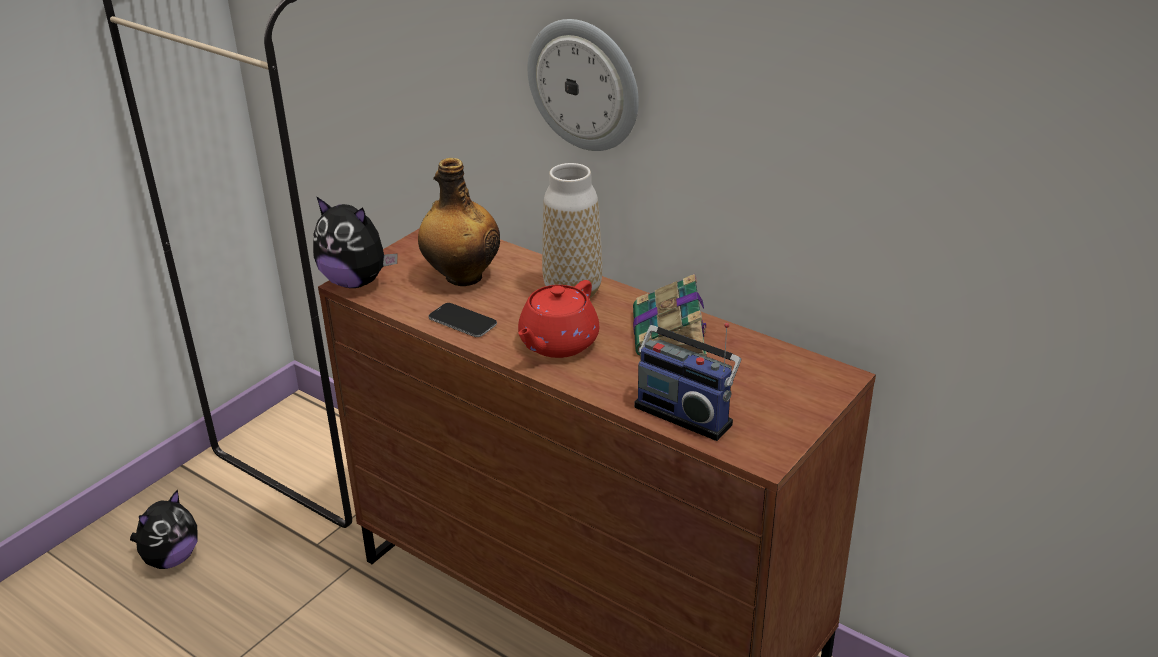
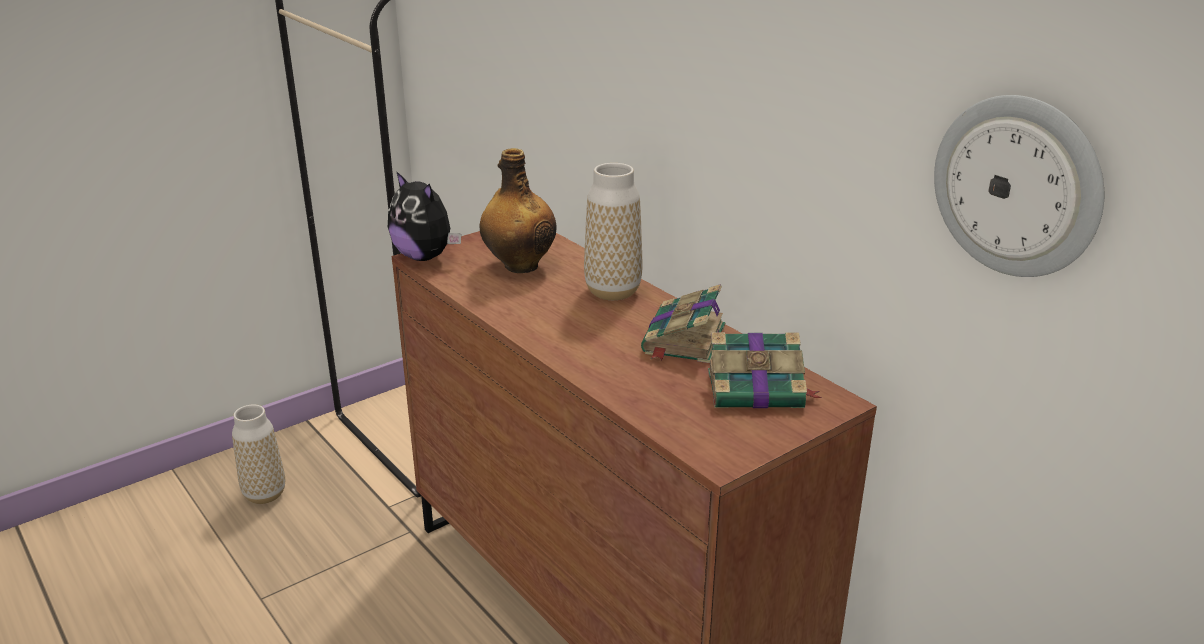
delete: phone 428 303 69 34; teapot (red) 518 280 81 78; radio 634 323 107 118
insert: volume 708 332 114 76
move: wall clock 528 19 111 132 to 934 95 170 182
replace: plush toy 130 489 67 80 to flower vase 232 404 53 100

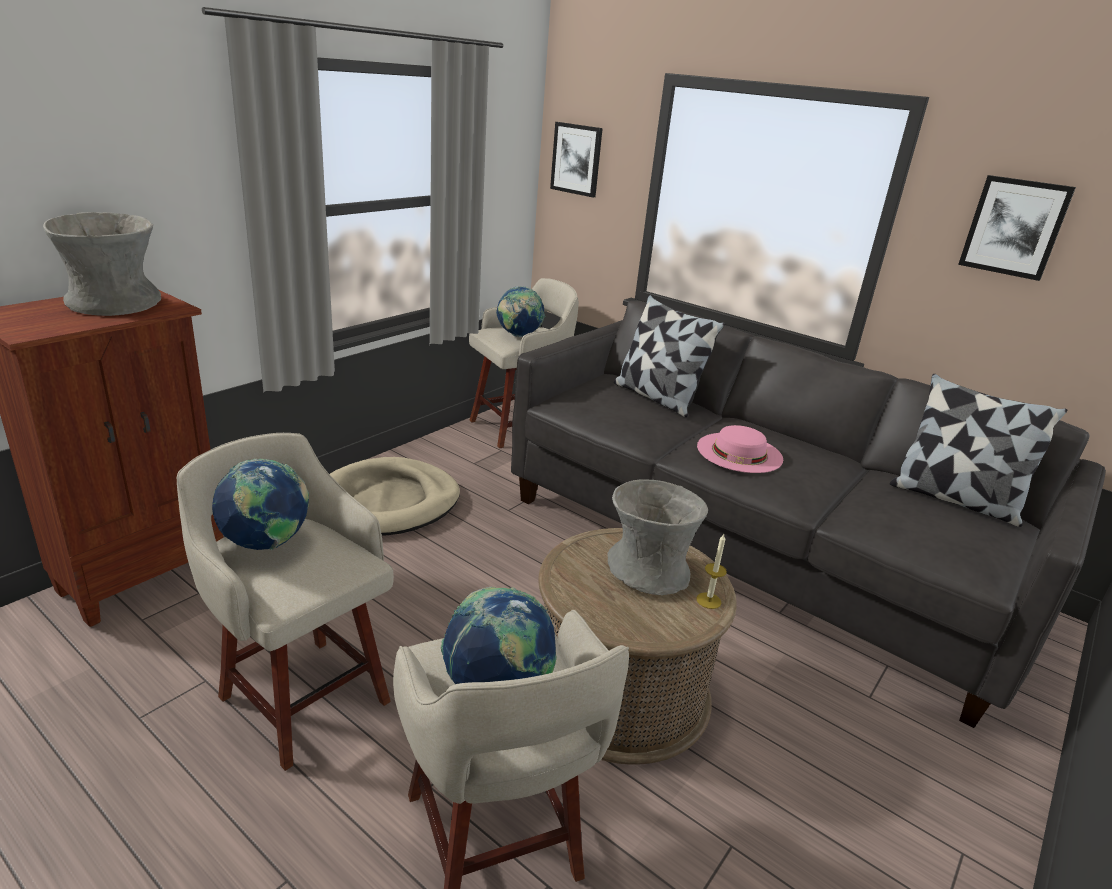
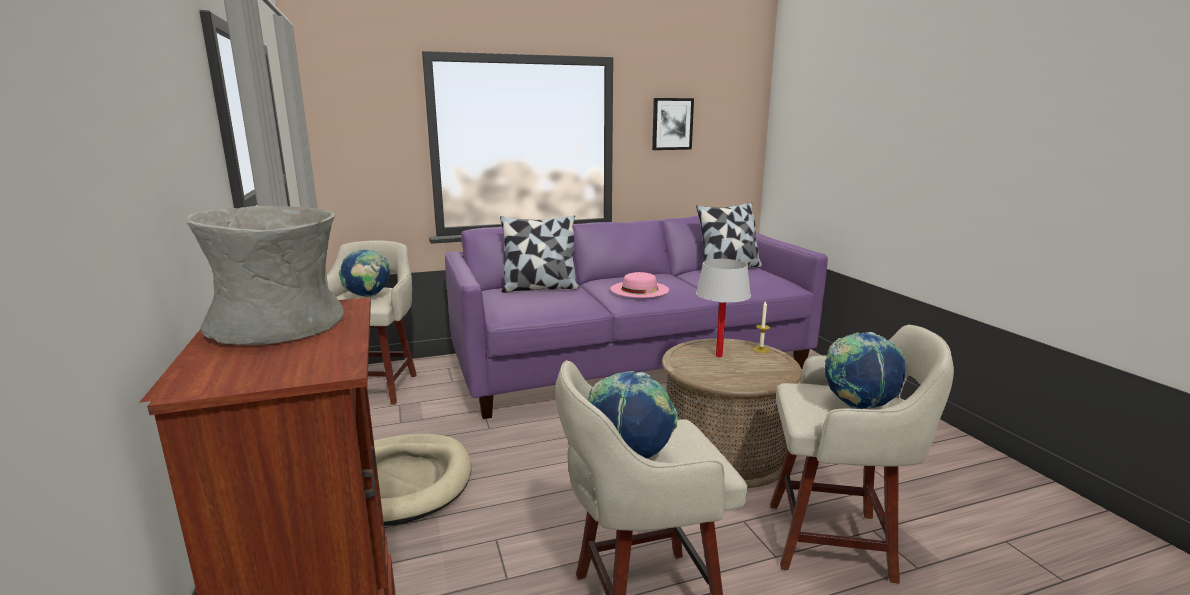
delete: picture 550 122 53 75
replace: flower vase (greyish) 607 479 101 116 to lamp for a table (white-coloured) 696 259 55 98
recolor: sofa (greyish) 511 301 595 427 to sofa (purple) 445 215 383 204

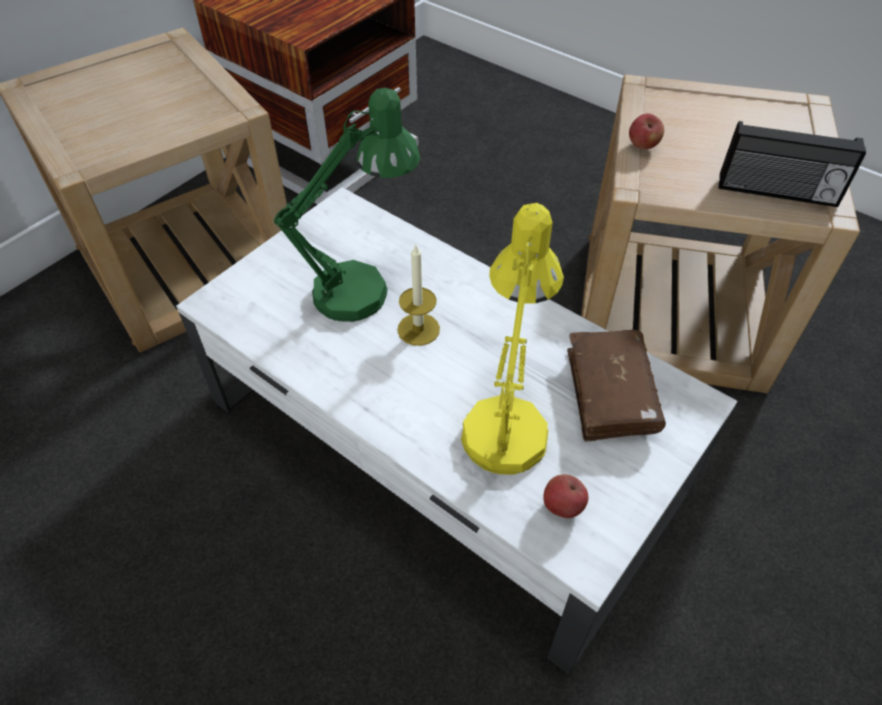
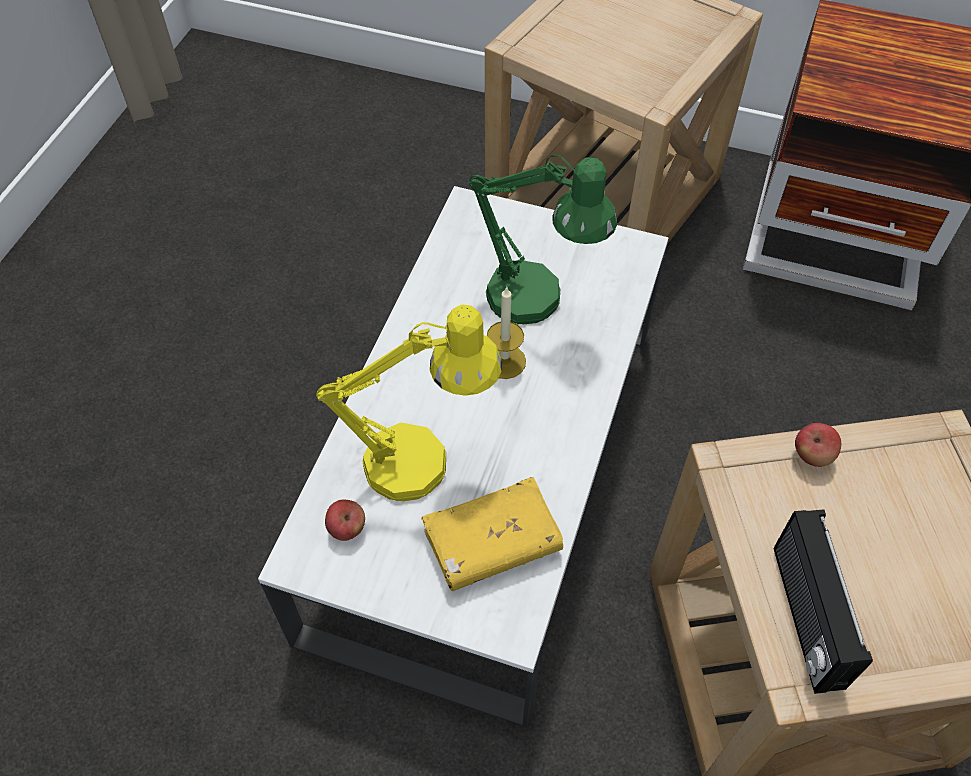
recolor: volume (brown-coloured) 567 330 99 111 to volume (yellowish) 421 477 142 114

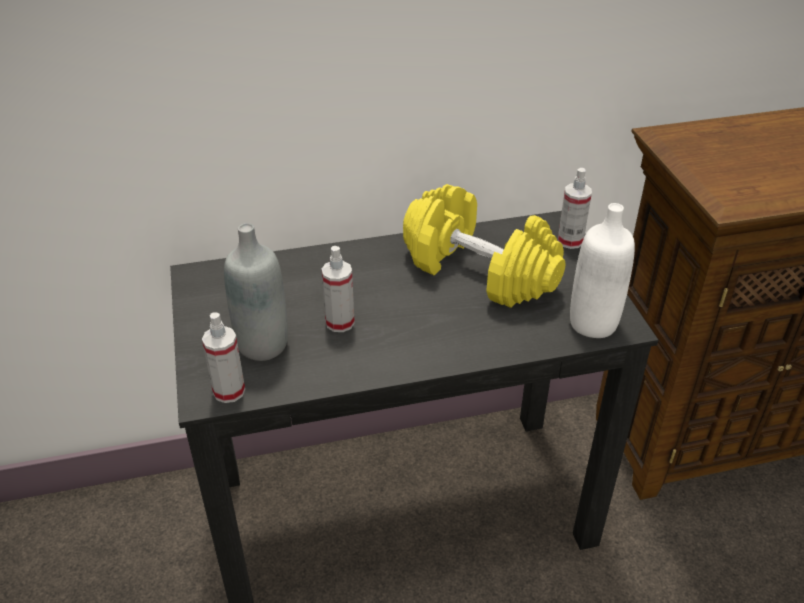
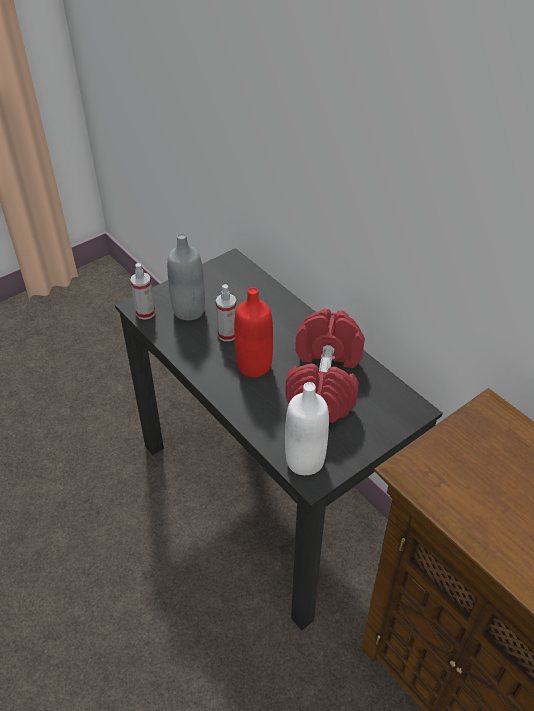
delete: hand sprayer 558 168 34 81
insert: beverage bottle (red) 234 287 39 90
recolor: dumbbell (yellowish) 403 184 163 124 to dumbbell (red) 285 309 80 114

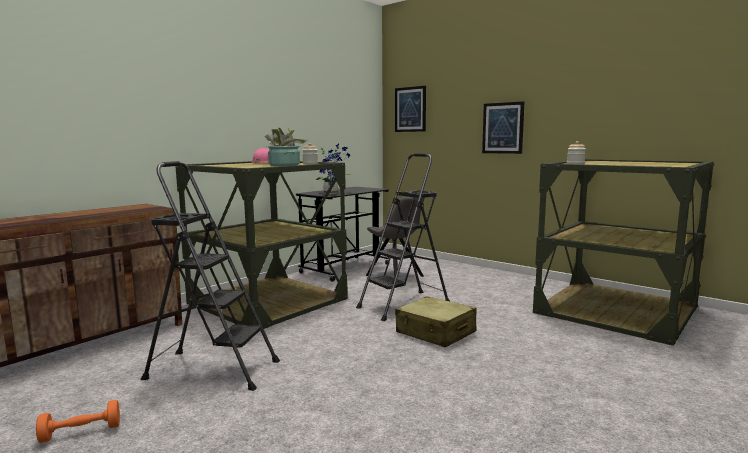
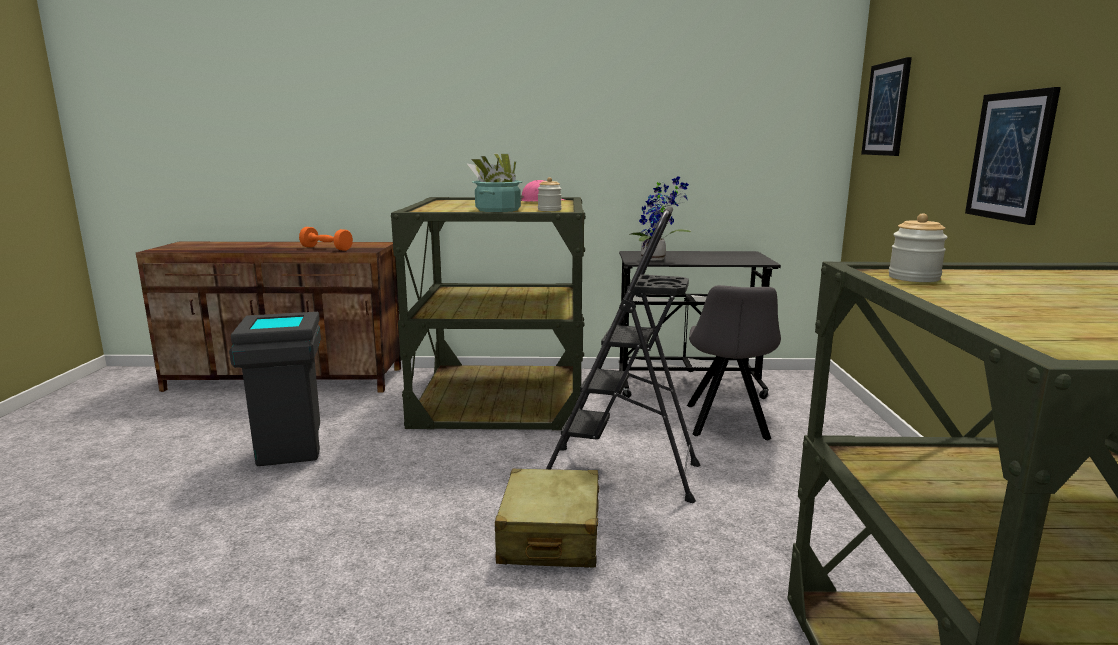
move: dumbbell (orange-coloured) 36 400 84 43 to 299 227 54 24
replace: step stool 140 161 140 230 to trash can (greyish) 229 312 92 154

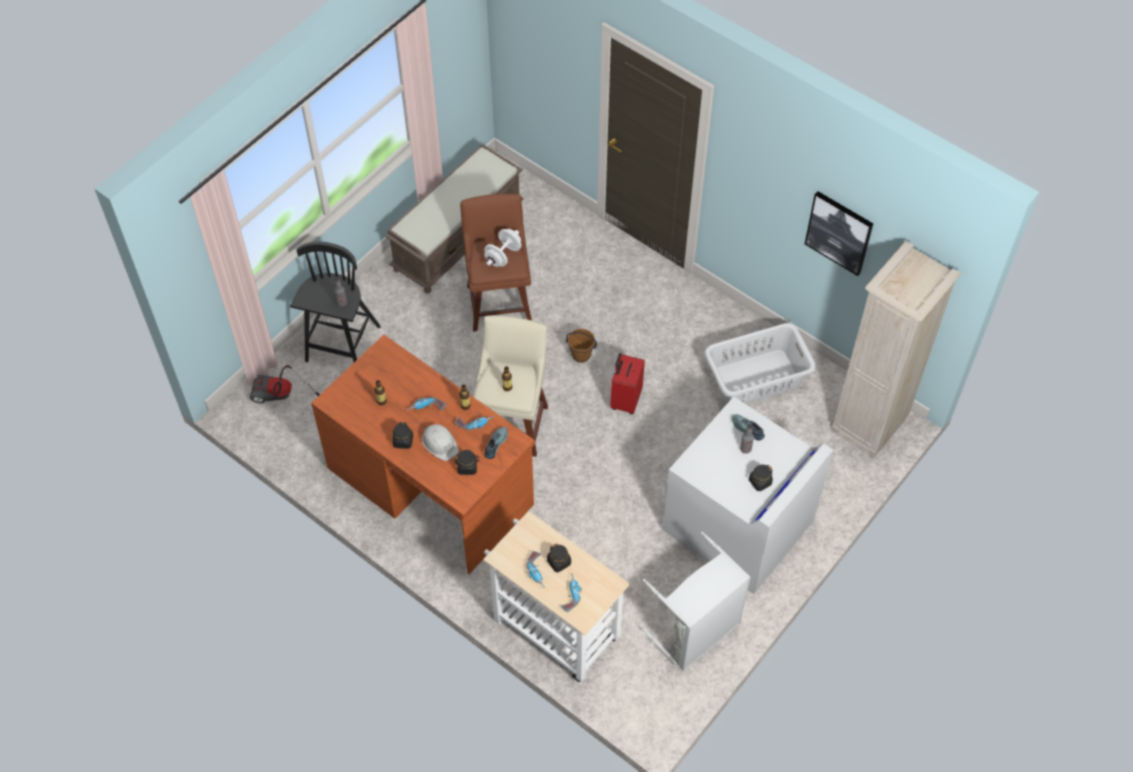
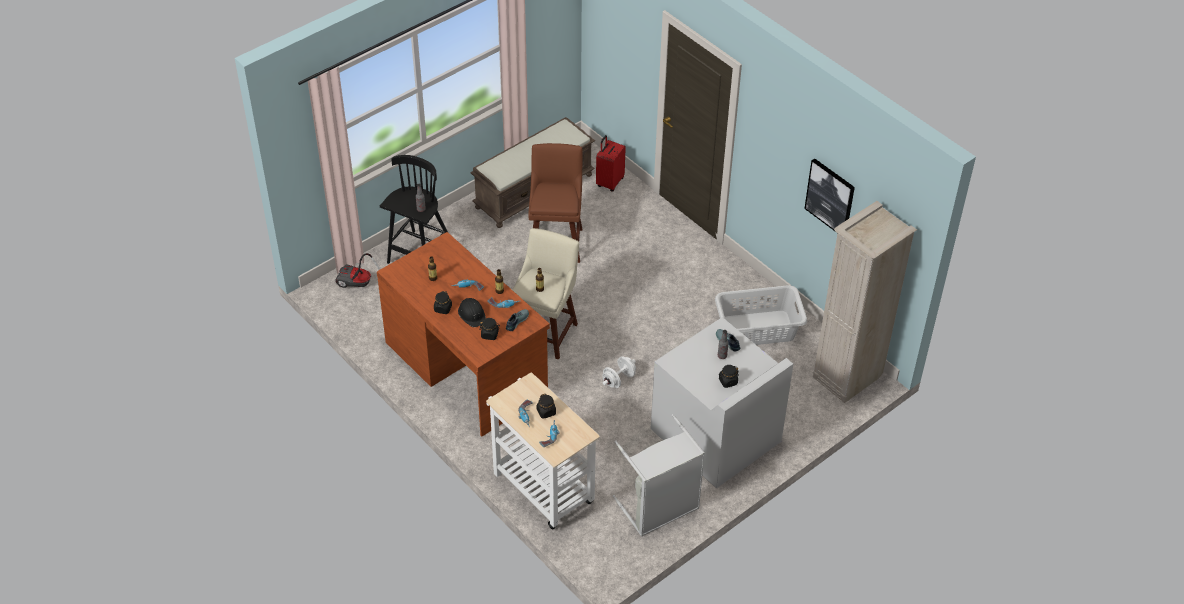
delete: bucket (brown-coloured) 566 329 31 34
move: dumbbell (white-coloured) 484 229 37 38 to 602 356 34 32; piece of luggage (red) 610 353 35 61 to 596 135 30 57
recolor: hard hat (white-coloured) 422 424 37 37 to hard hat (blackish) 458 298 28 29

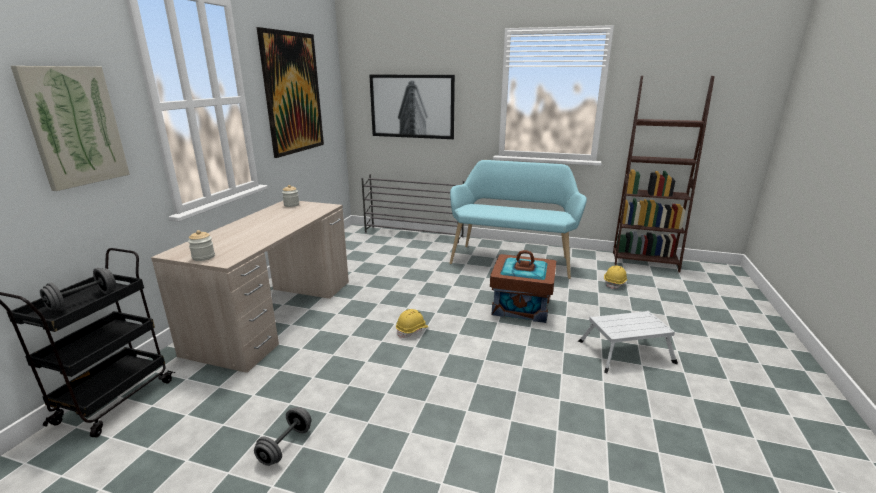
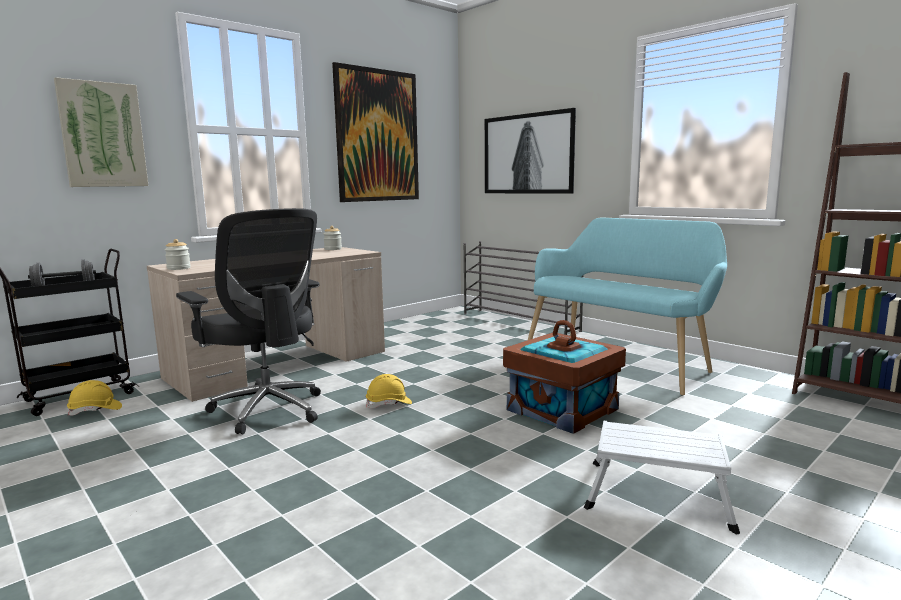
delete: dumbbell (greyish) 254 407 57 59
insert: office chair 176 208 145 226
move: hard hat (yellowish) 604 266 24 23 to 67 380 55 36

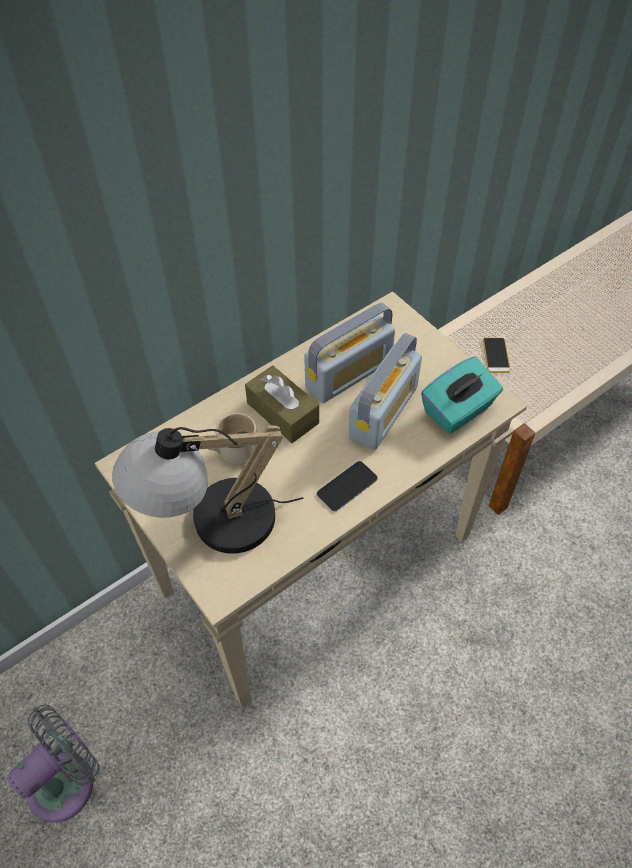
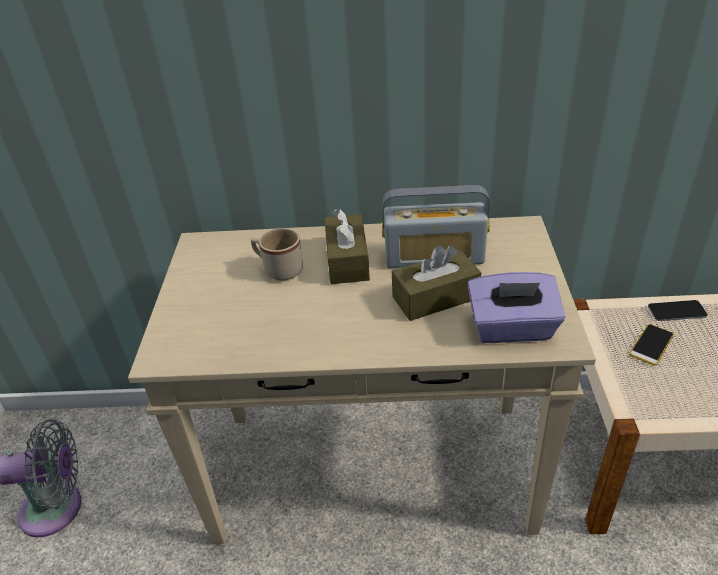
delete: lamp for a table 112 425 192 129
move: phone 317 461 61 51 to 648 300 60 21
replace: radio 349 333 73 117 to tissue box (brown-coloured) 392 245 89 76
recolor: tissue box (turquoise) 421 357 82 77 to tissue box (purple) 467 272 98 71

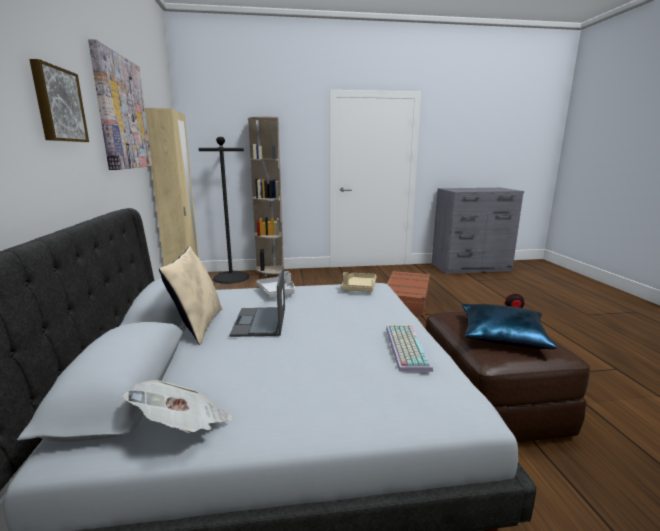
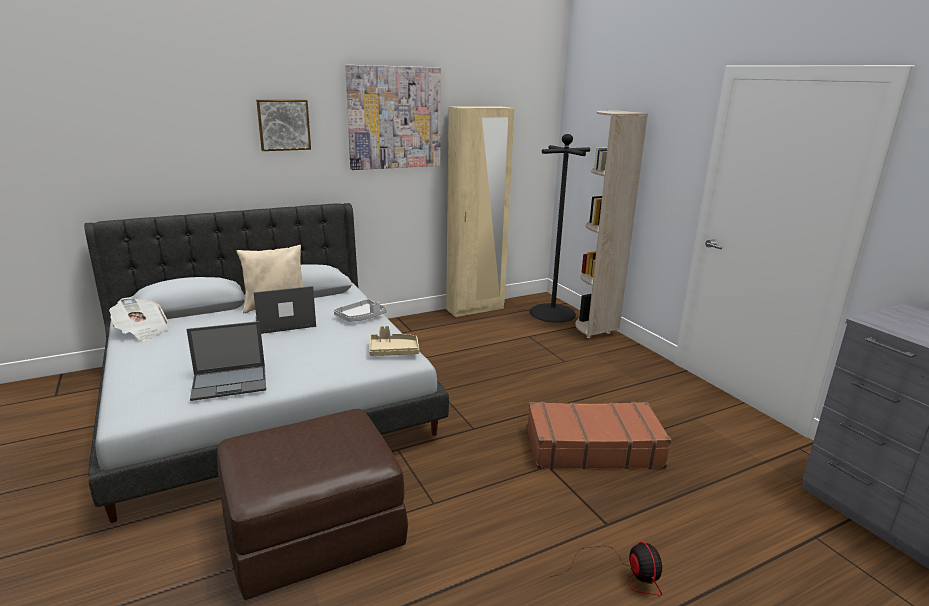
delete: cushion (blue-coloured) 462 304 95 45
replace: PC keyboard 386 325 47 47 to laptop 187 321 79 80

